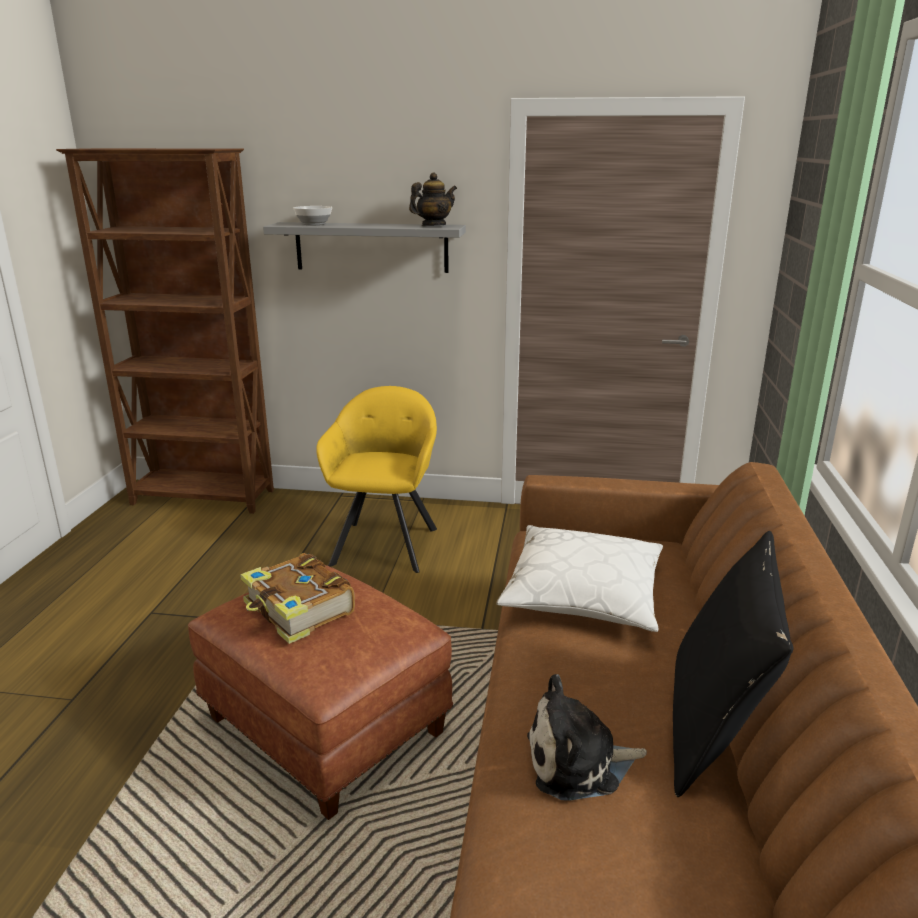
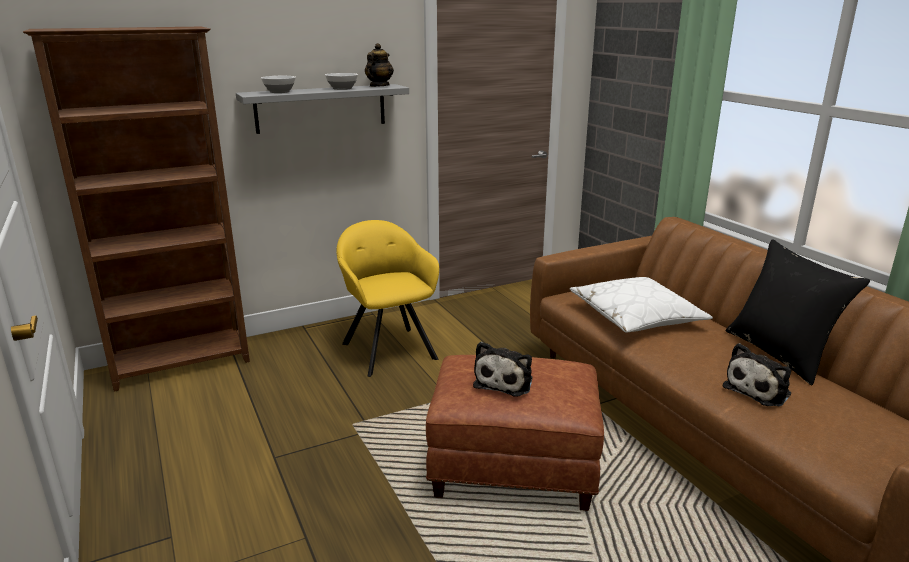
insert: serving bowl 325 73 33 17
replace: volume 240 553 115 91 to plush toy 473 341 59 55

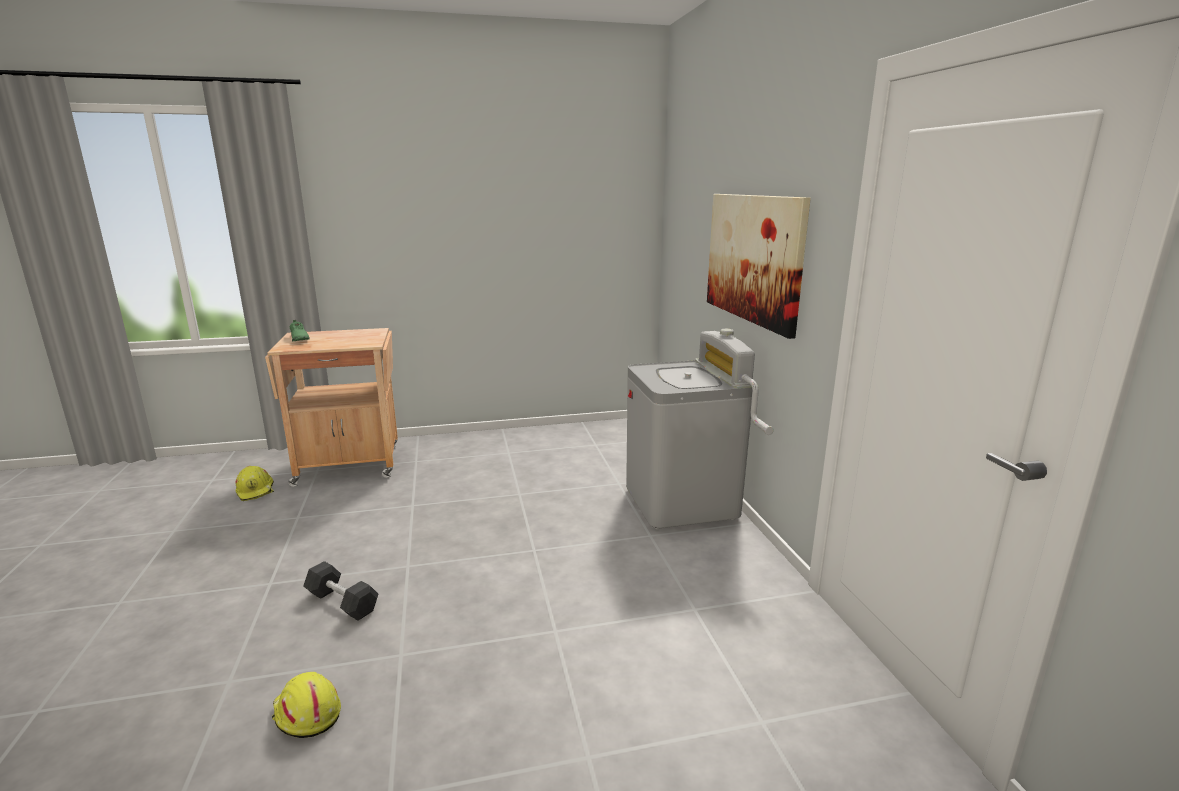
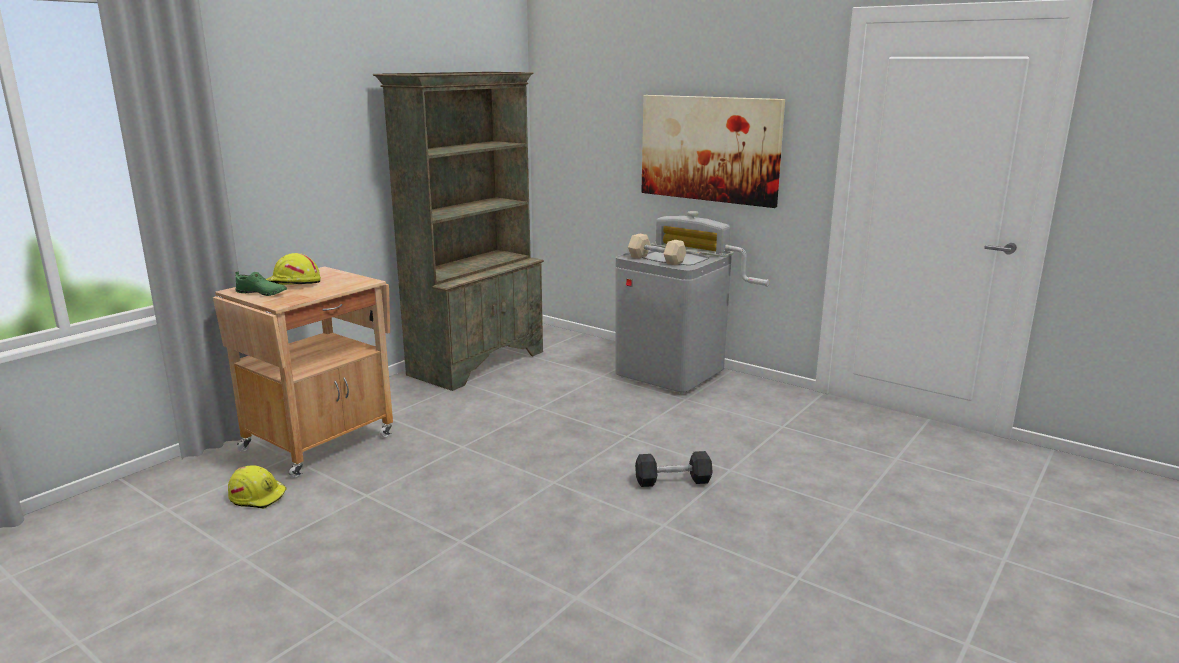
insert: bookshelf (green-coloured) 373 72 171 319; dumbbell (beige) 628 234 58 31
move: hard hat (yellowish) 272 672 69 66 to 266 253 55 32; dumbbell (blackish) 303 561 75 60 to 635 451 78 36

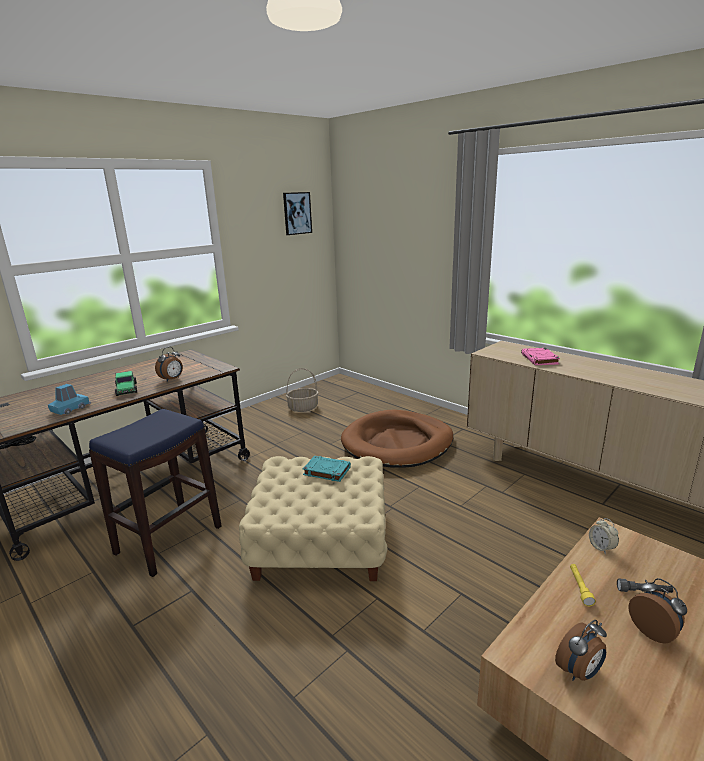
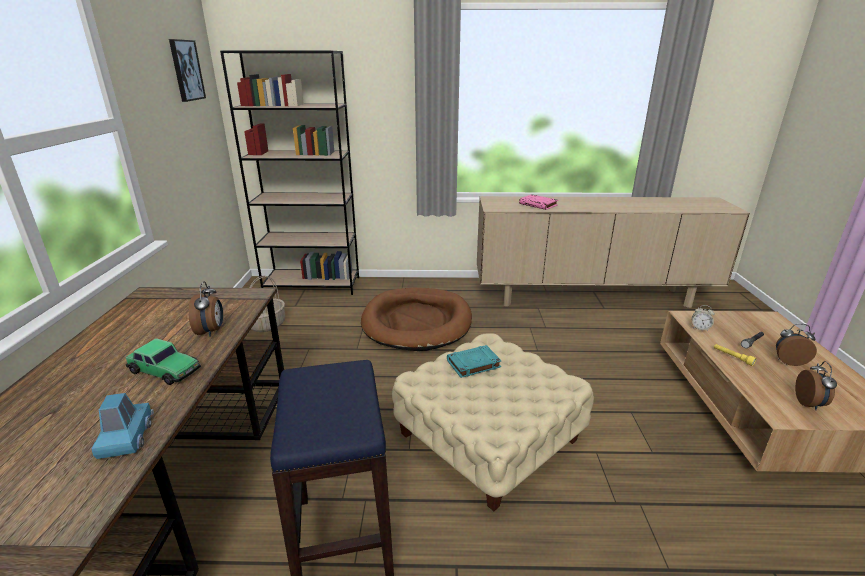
insert: bookshelf (beige) 220 51 139 244

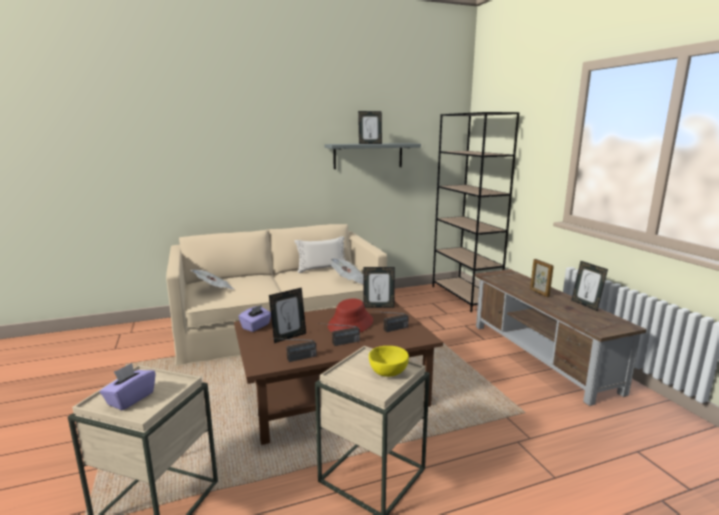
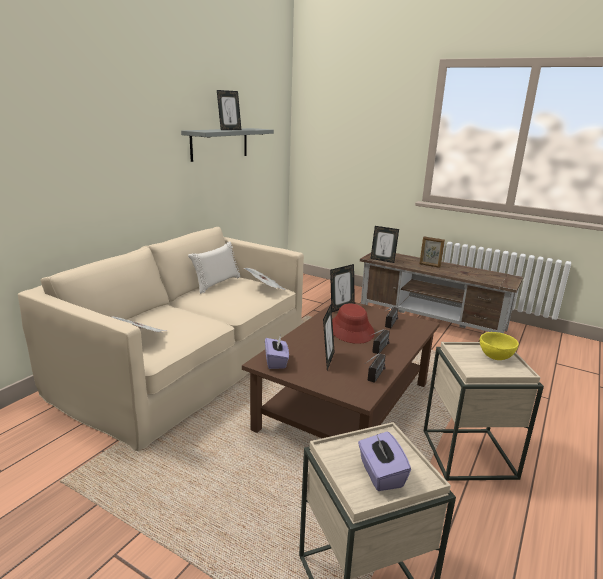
delete: bookshelf (beige) 432 112 88 200
move: picture frame 571 261 37 50 to 371 226 28 37

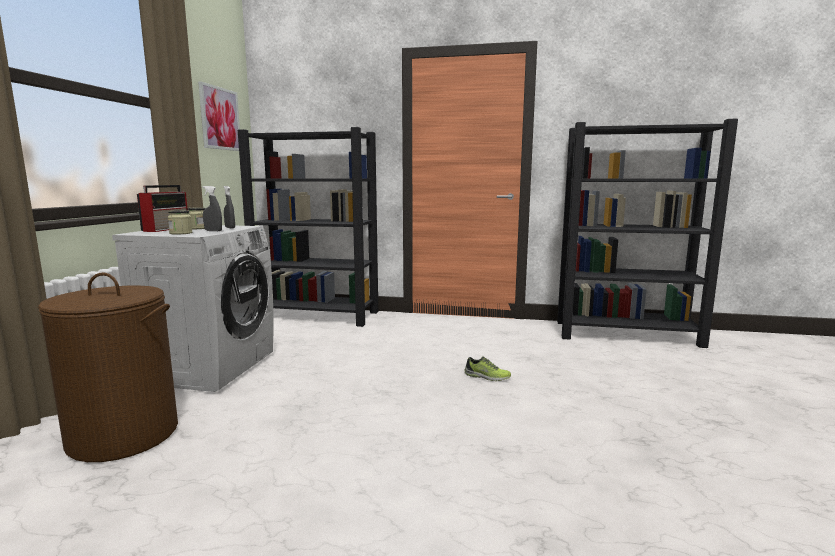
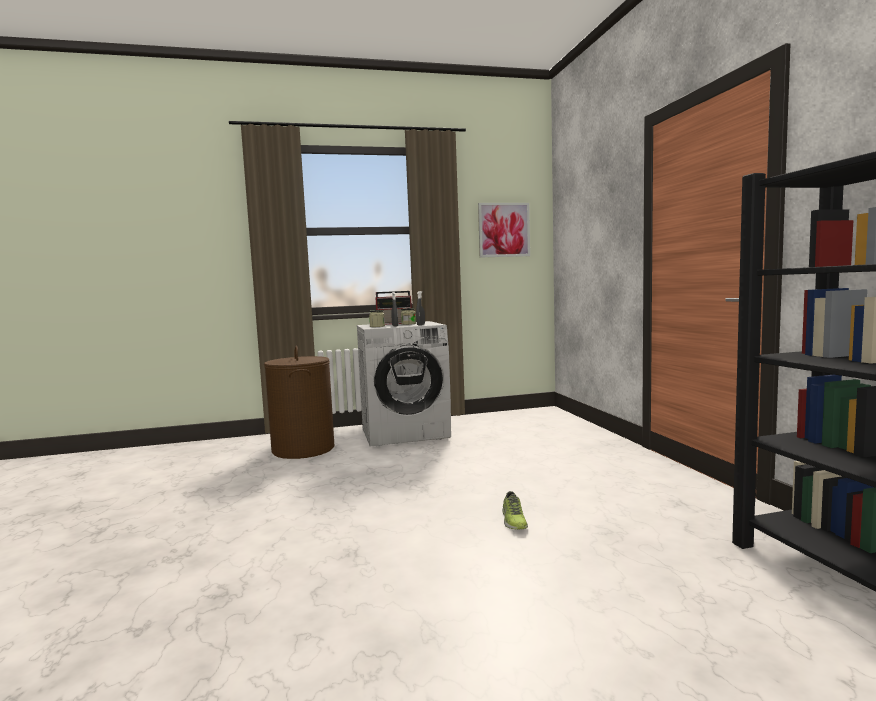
delete: bookshelf (blackish) 238 127 140 200

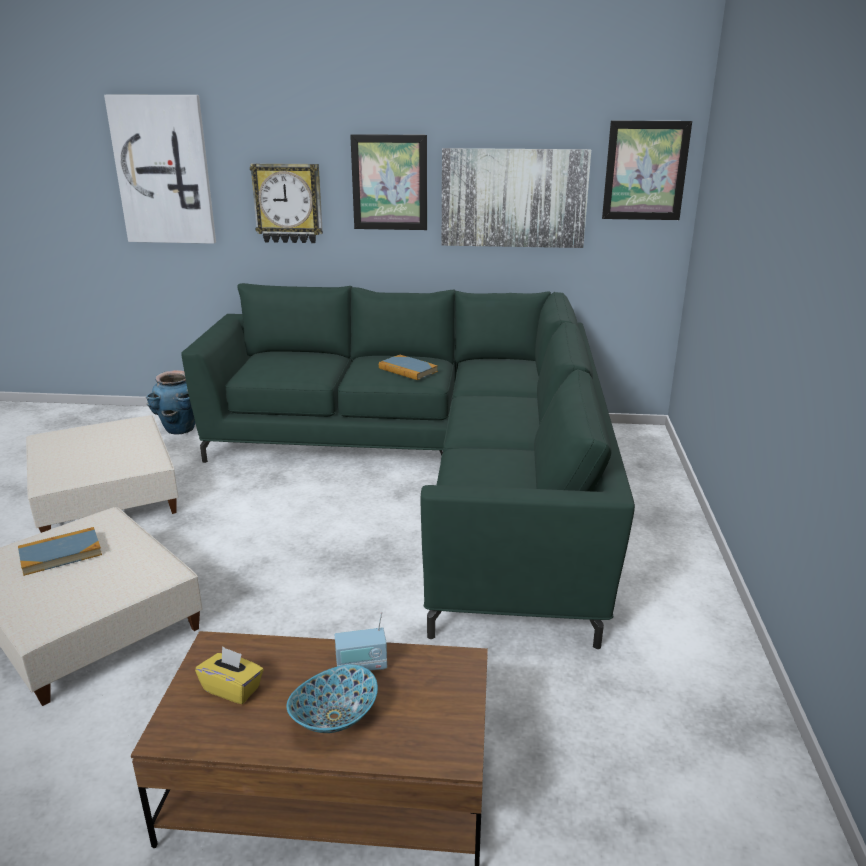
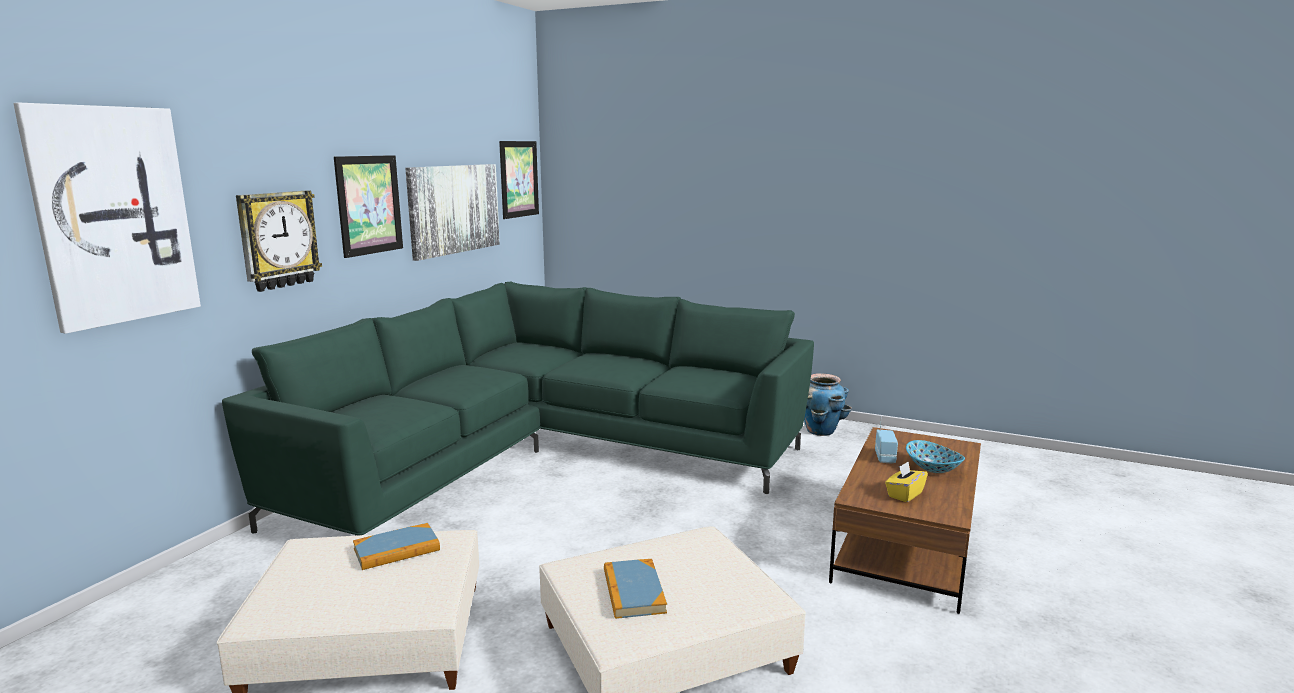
move: planter 146 370 49 64 to 804 373 48 63; volume 379 355 59 25 to 353 523 87 47

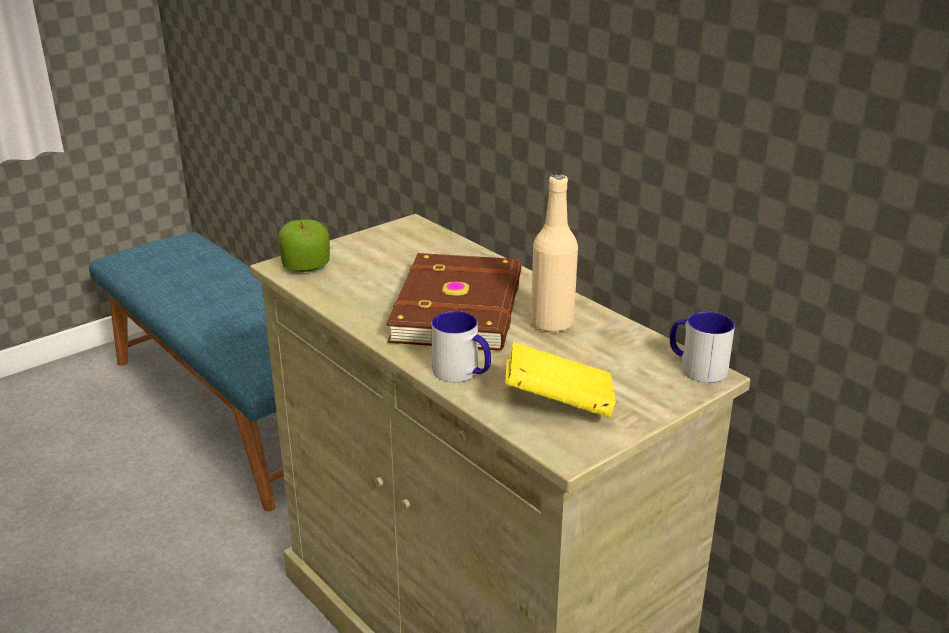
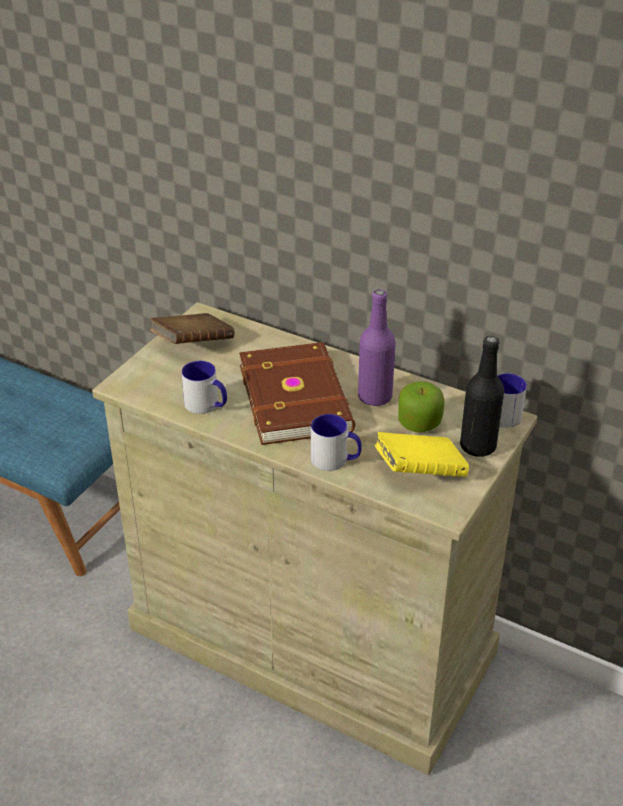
insert: volume (brown-coloured) 150 313 84 31; tea mug 181 361 46 53; beverage bottle (blackish) 460 336 44 121
move: whole apple 278 219 52 53 to 398 381 46 51
recolor: beverage bottle (beige) 531 174 47 159 to beverage bottle (purple) 358 289 38 117

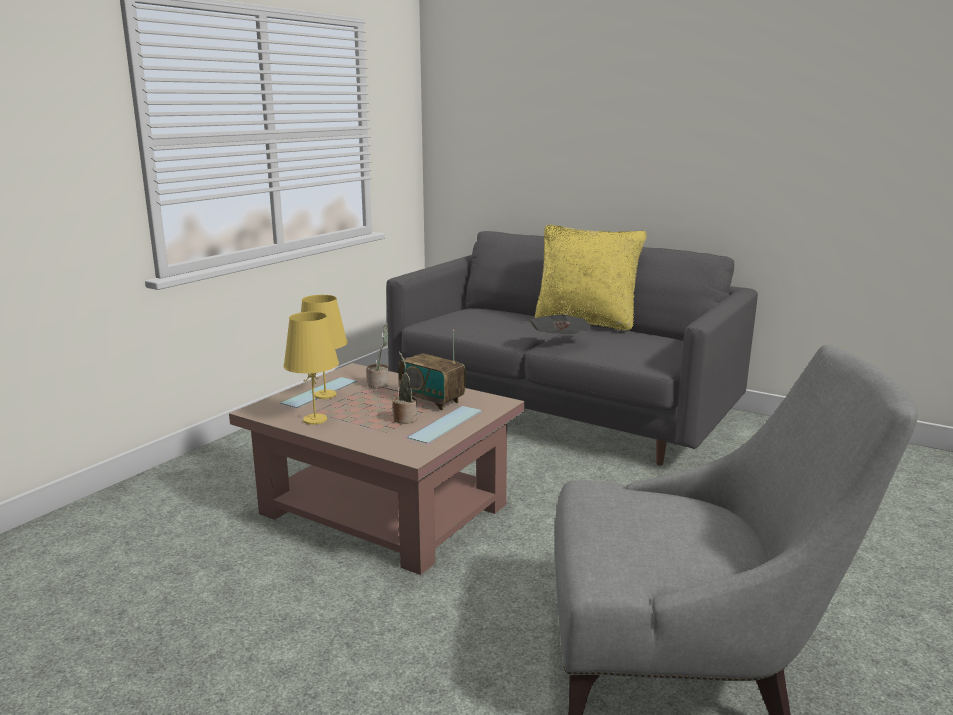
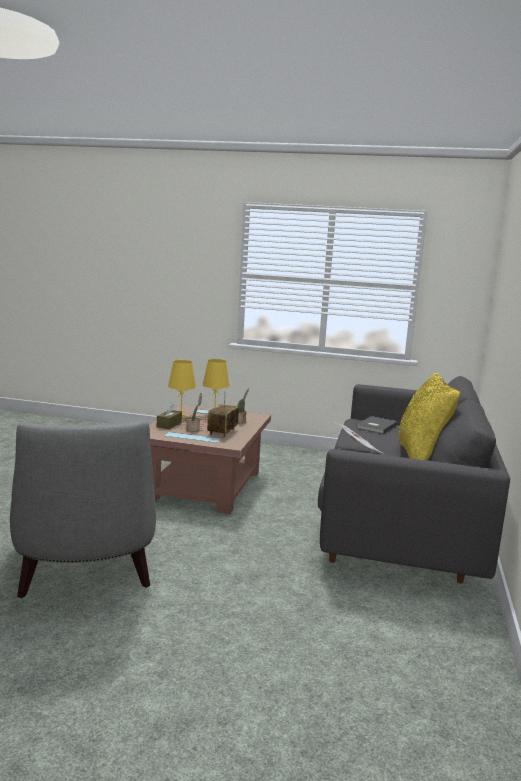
insert: tissue box (brown-coloured) 157 403 25 26; volume (greyish) 357 416 40 18

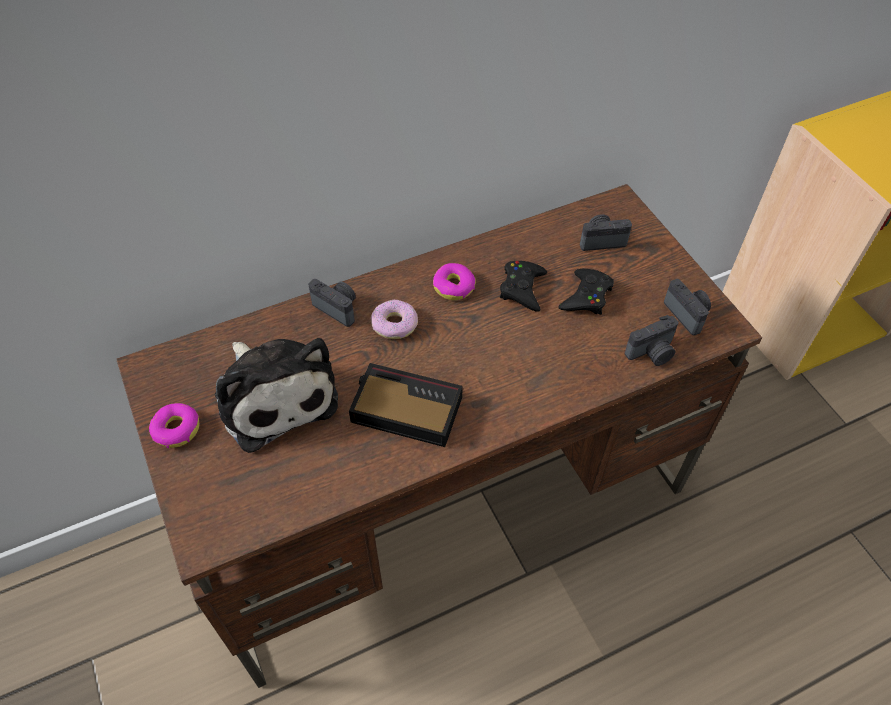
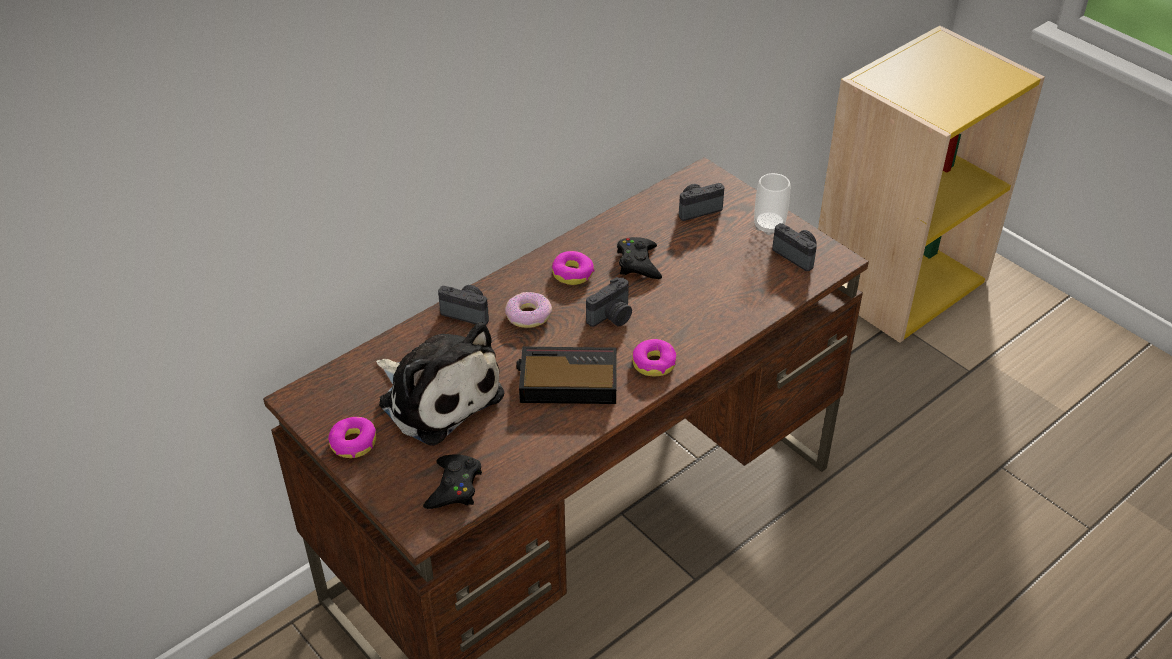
insert: ring doughnut 632 339 44 37; cup 754 173 36 62
move: joypad (blackish) 558 269 56 46 to 423 454 59 55; still camera 625 315 54 51 to 586 277 46 50

